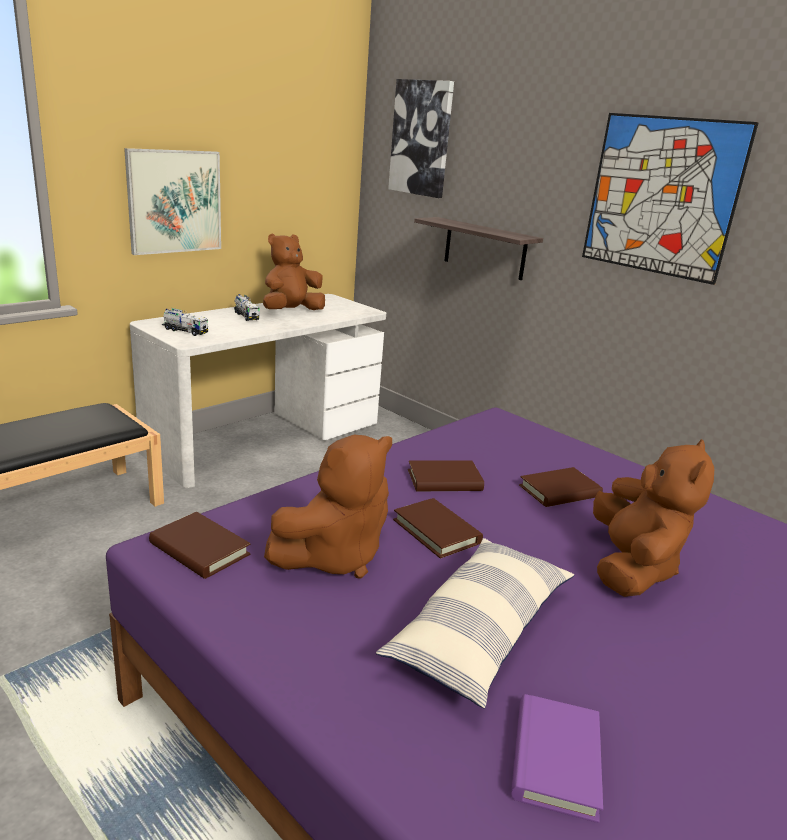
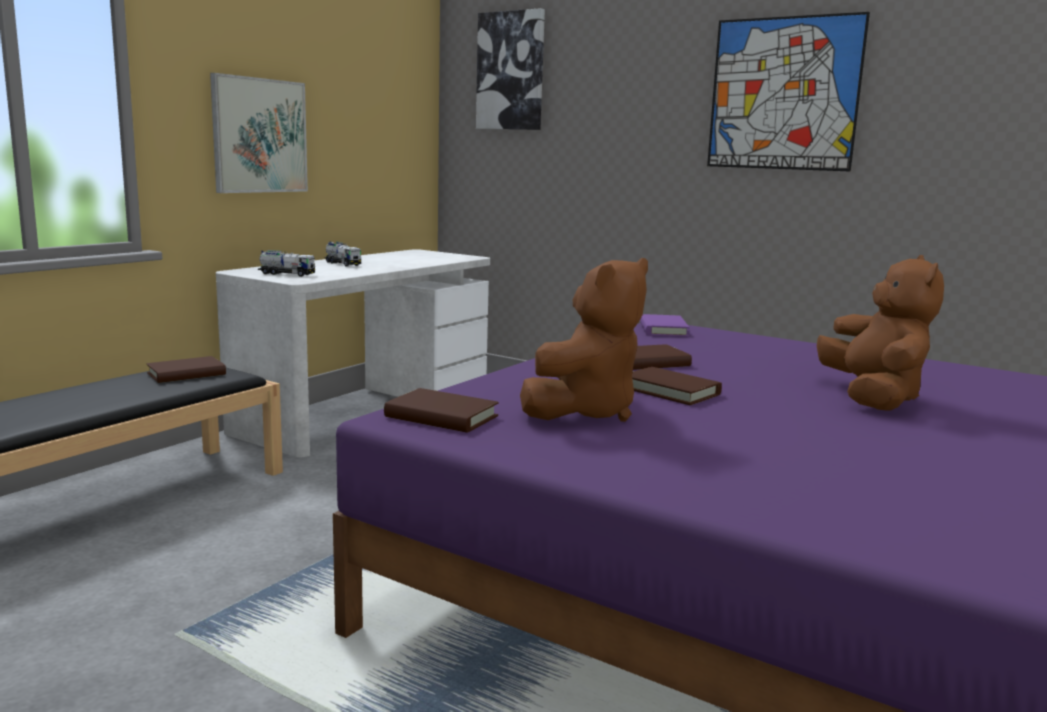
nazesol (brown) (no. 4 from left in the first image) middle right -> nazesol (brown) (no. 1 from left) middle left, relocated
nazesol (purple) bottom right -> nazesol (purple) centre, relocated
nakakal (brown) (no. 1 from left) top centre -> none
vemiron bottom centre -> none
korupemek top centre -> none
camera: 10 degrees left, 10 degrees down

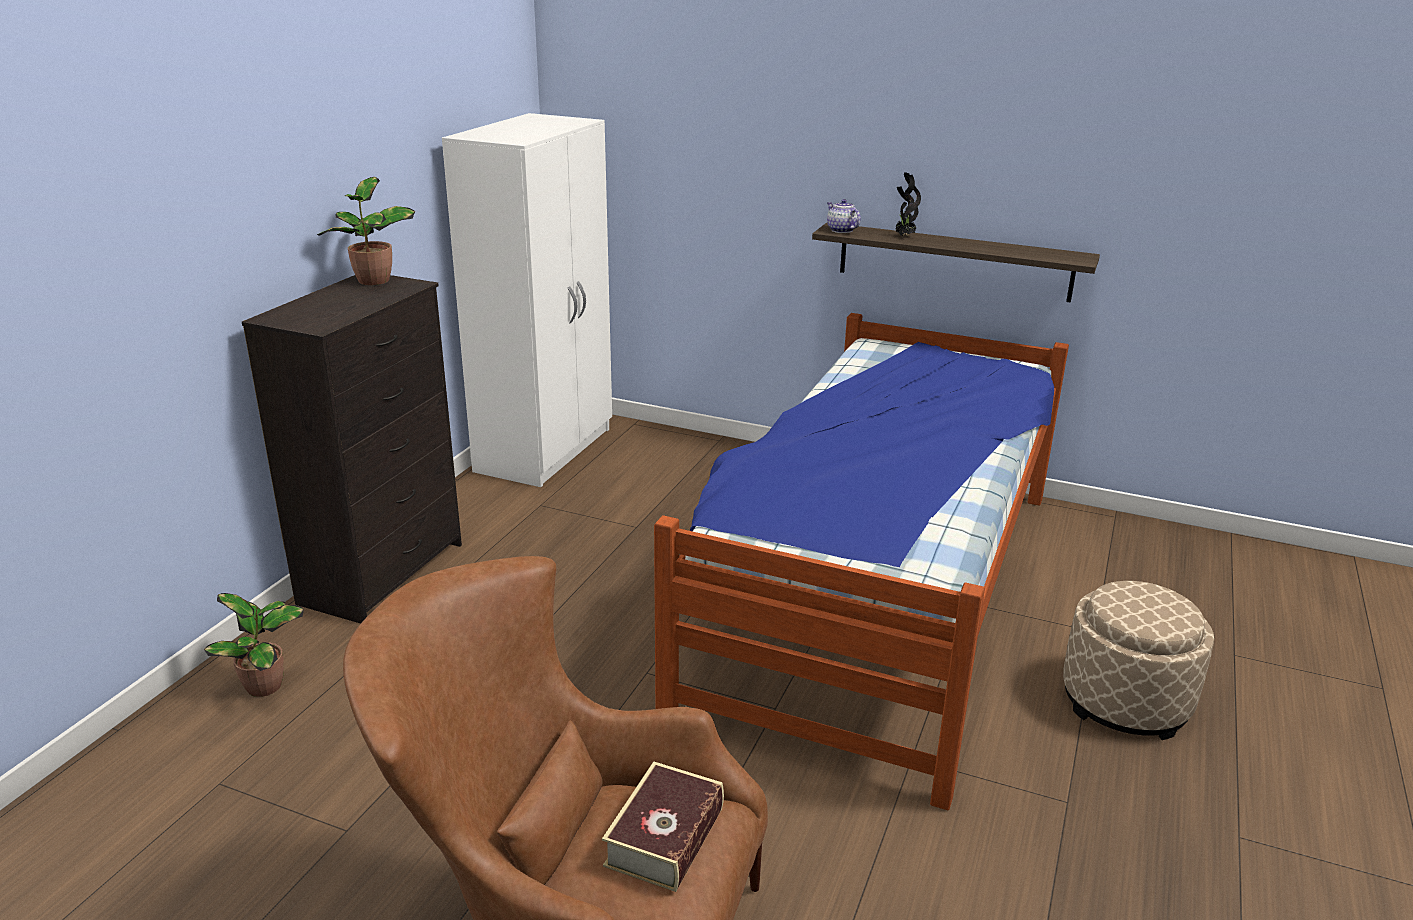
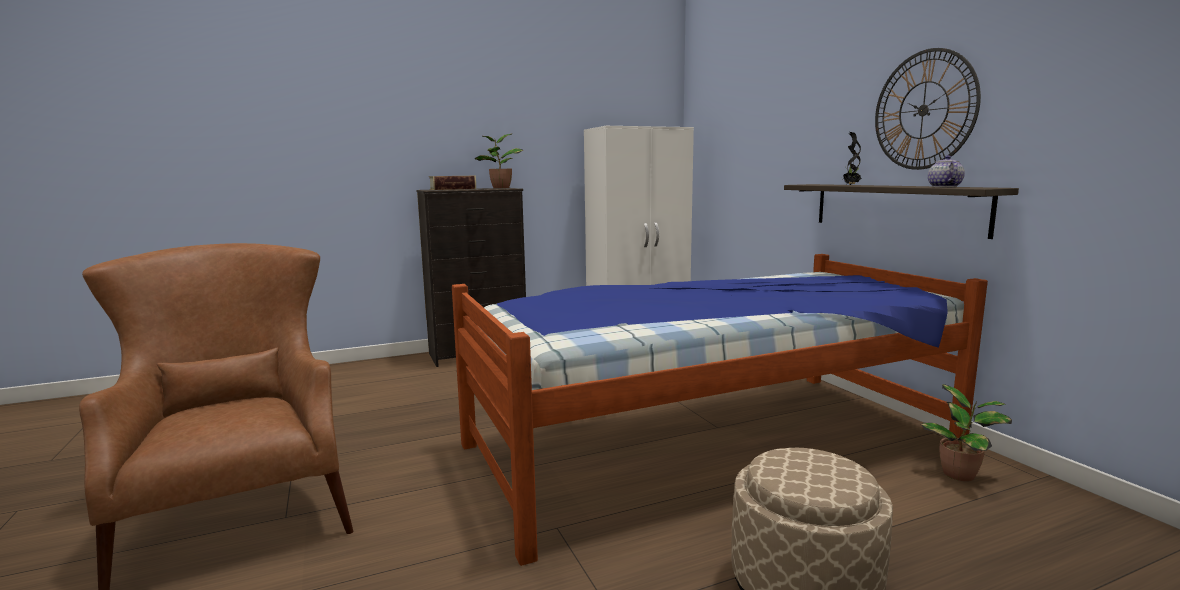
nazesol bottom centre -> nazesol top centre, relocated
none -> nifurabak top right
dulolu (no. 1 from left in the first image) bottom left -> dulolu (no. 3 from left) bottom right, relocated
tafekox top centre -> tafekox top right, relocated
camera: 45 degrees right, 15 degrees down

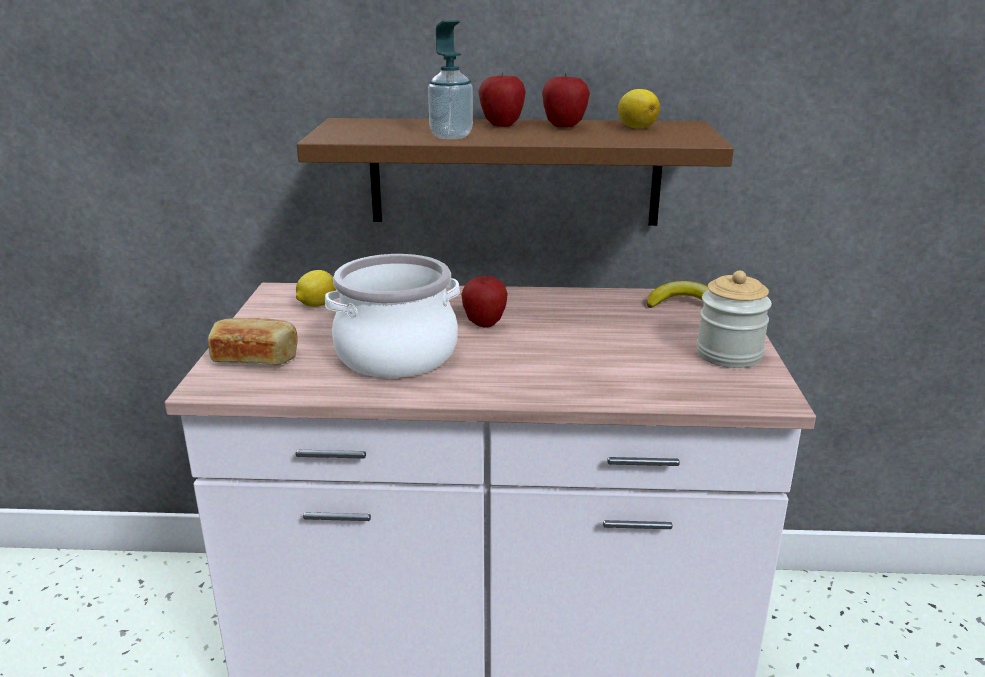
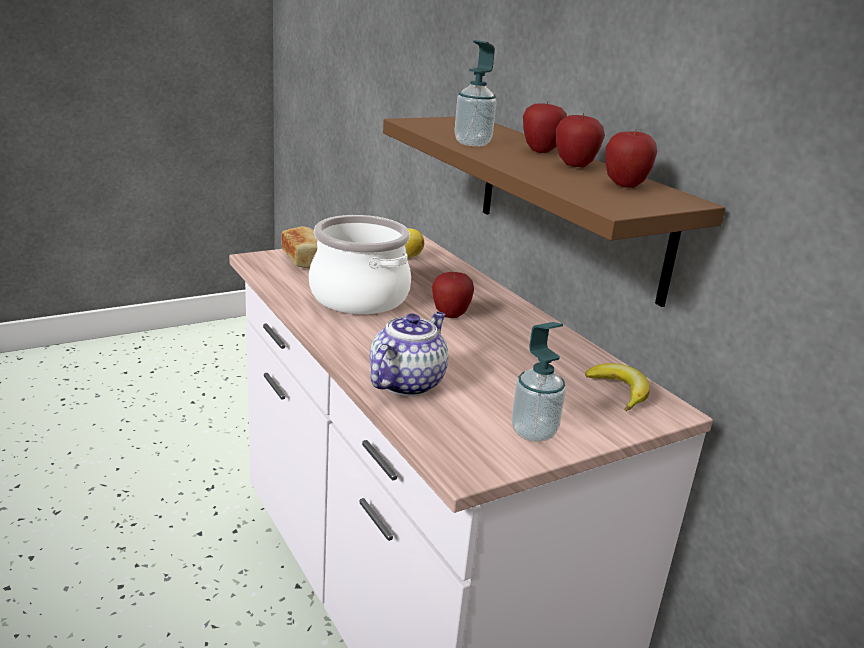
none -> tafekox centre
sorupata middle right -> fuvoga (no. 2 from left) centre
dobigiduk (no. 2 from left) top centre -> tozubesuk (no. 4 from left) top right
camera: 55 degrees right, 0 degrees up

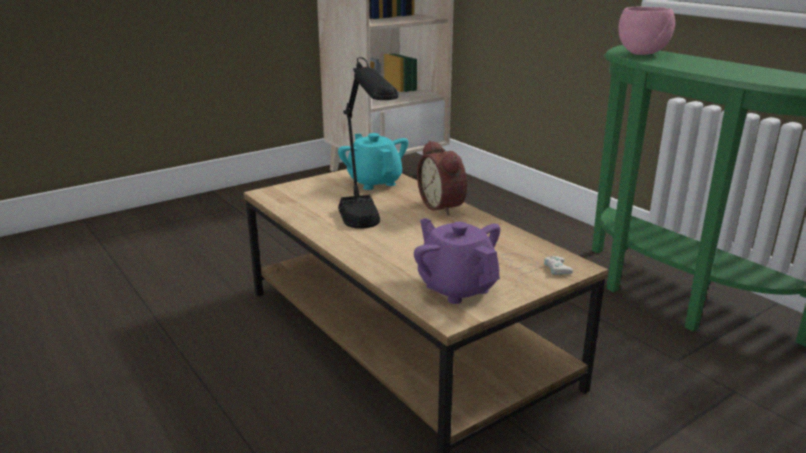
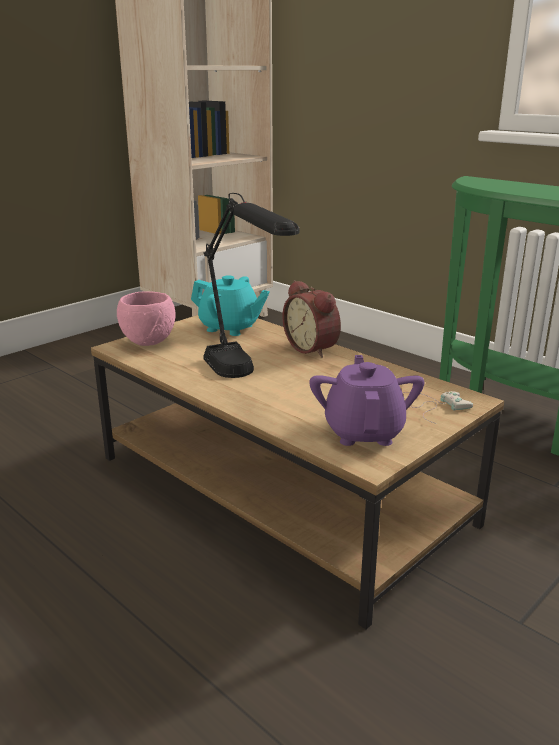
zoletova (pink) top right -> zoletova (pink) middle left, relocated
tafekox (turquoise) centre, 150 degrees clockwise
tafekox (purple) centre, 45 degrees clockwise
camera: 10 degrees left, 0 degrees up

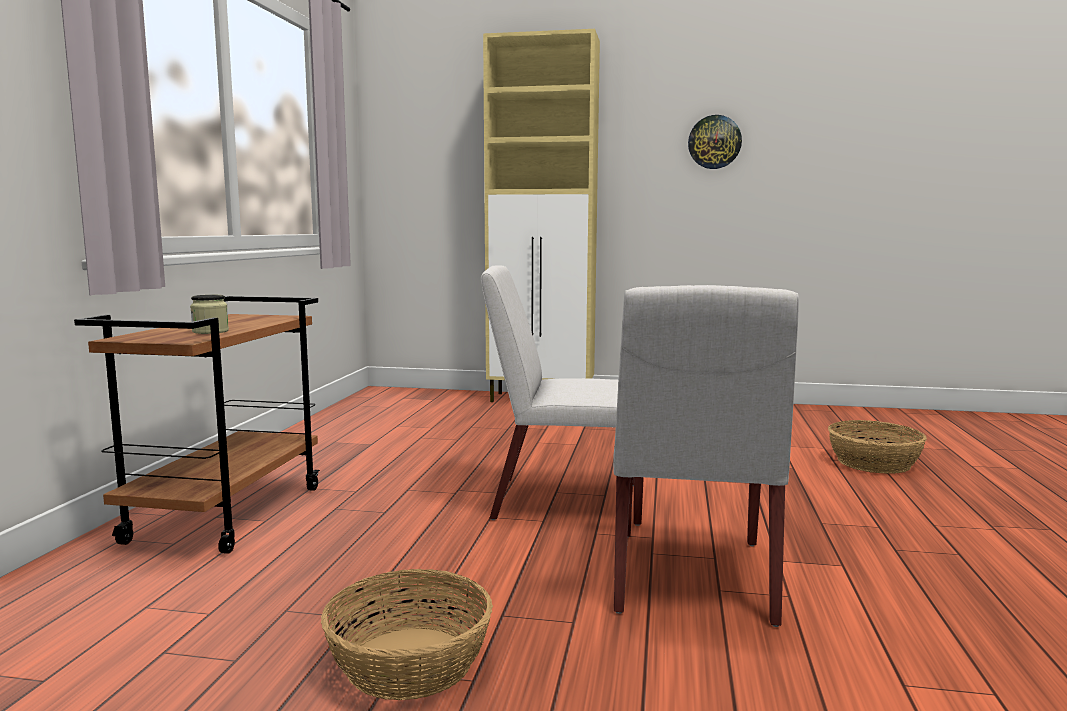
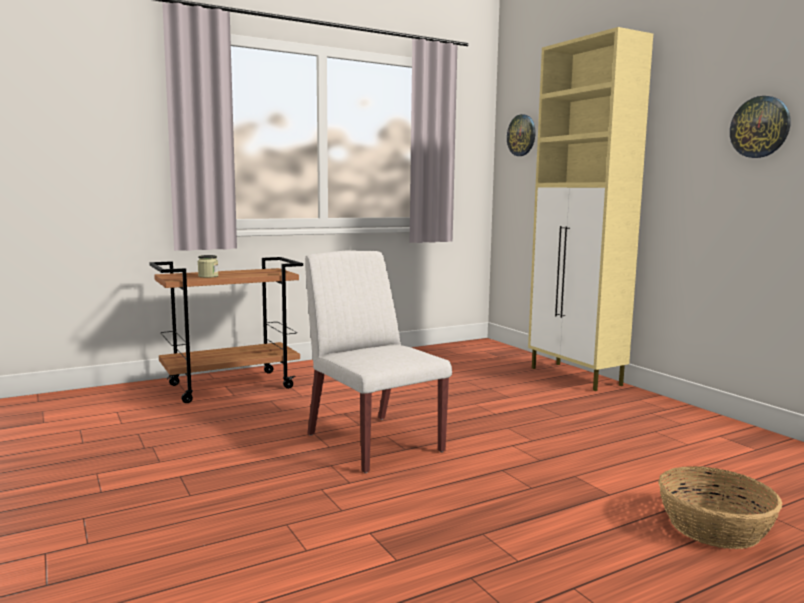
none -> nifurabak (no. 1 from left) top centre
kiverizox (no. 1 from left) bottom centre -> none
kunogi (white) (no. 2 from left) centre -> none
camera: 50 degrees right, 0 degrees up

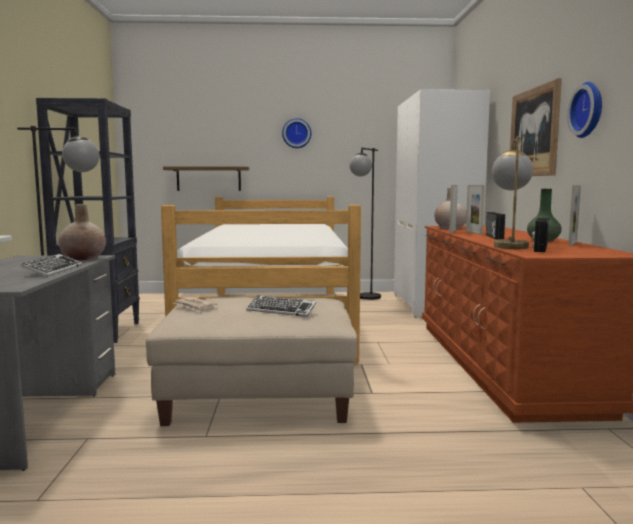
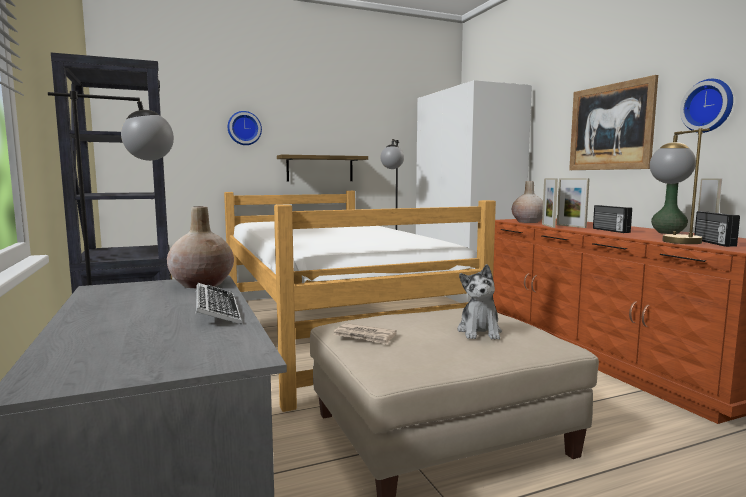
nifurabak (no. 1 from left) top centre -> nifurabak (no. 1 from left) top left, relocated
korupemek middle left -> korupemek centre, relocated
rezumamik (no. 2 from left) centre -> nakakal centre
camera: 20 degrees left, 0 degrees up

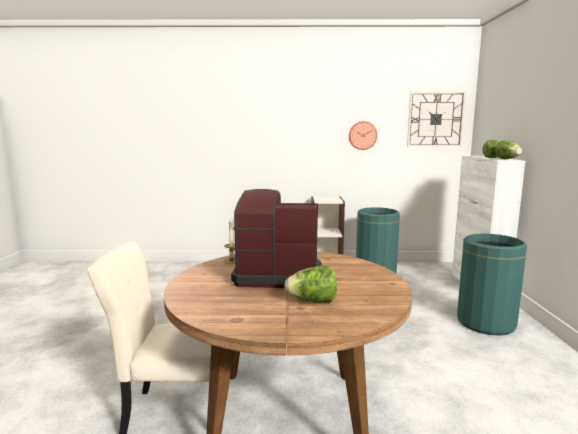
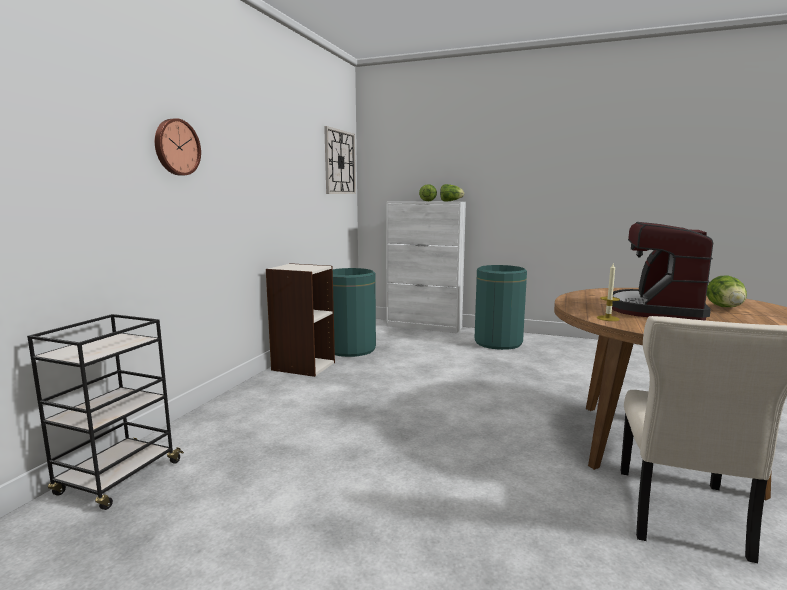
none -> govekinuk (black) bottom left
nifurabak (no. 1 from left) top centre -> nifurabak (no. 1 from left) top left, relocated
camera: 70 degrees left, 0 degrees up

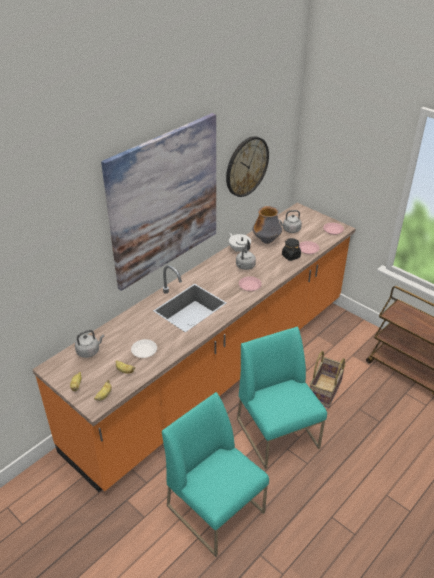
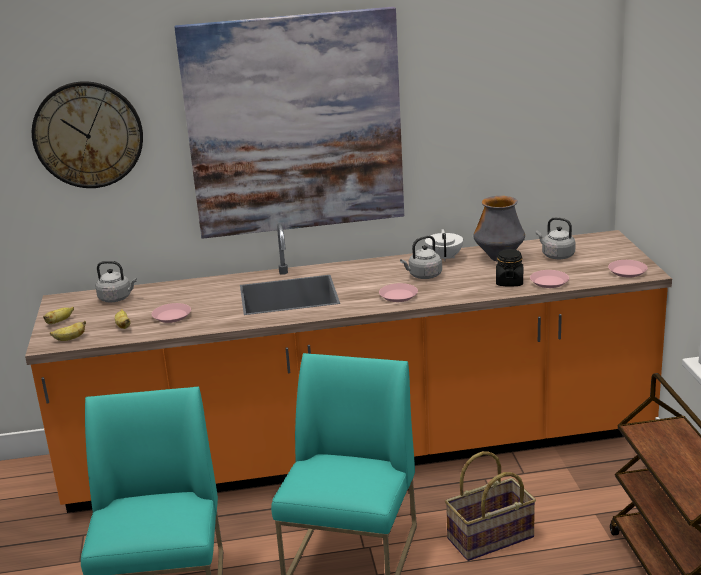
nifurabak top centre -> nifurabak top left, relocated
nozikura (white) middle left -> nozikura (pink) (no. 1 from left) middle left
camera: 40 degrees right, 15 degrees down

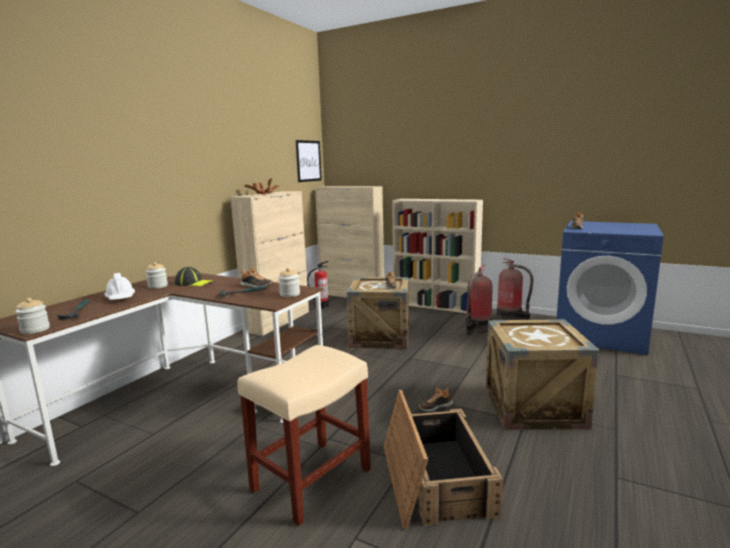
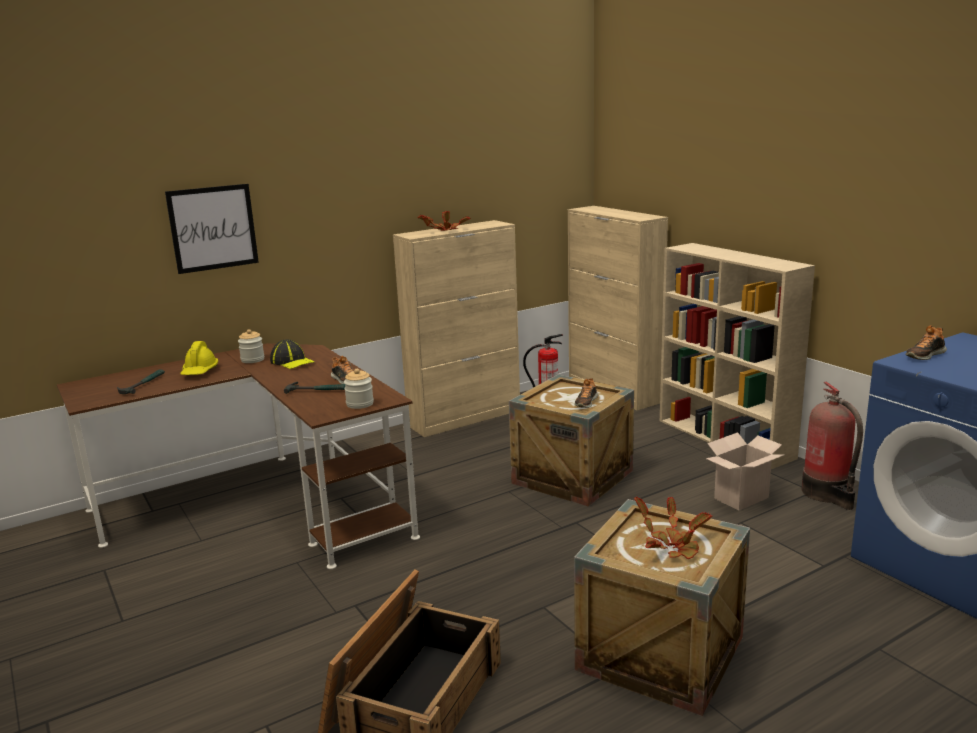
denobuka top centre -> denobuka top left, relocated
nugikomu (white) middle left -> nugikomu (yellow) middle left
none -> dulolu (no. 2 from left) bottom right
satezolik (no. 2 from left) centre -> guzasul middle right
sorupata (no. 1 from left) middle left -> none
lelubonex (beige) bottom centre -> none
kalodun (no. 3 from left) bottom centre -> none
camera: 30 degrees right, 5 degrees up

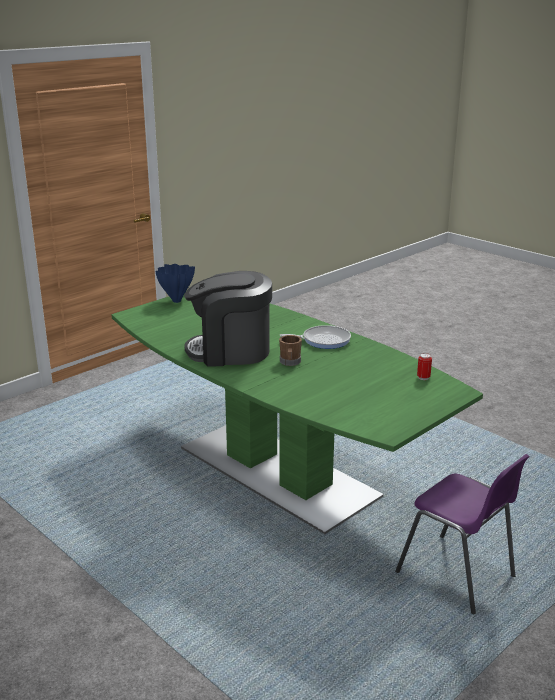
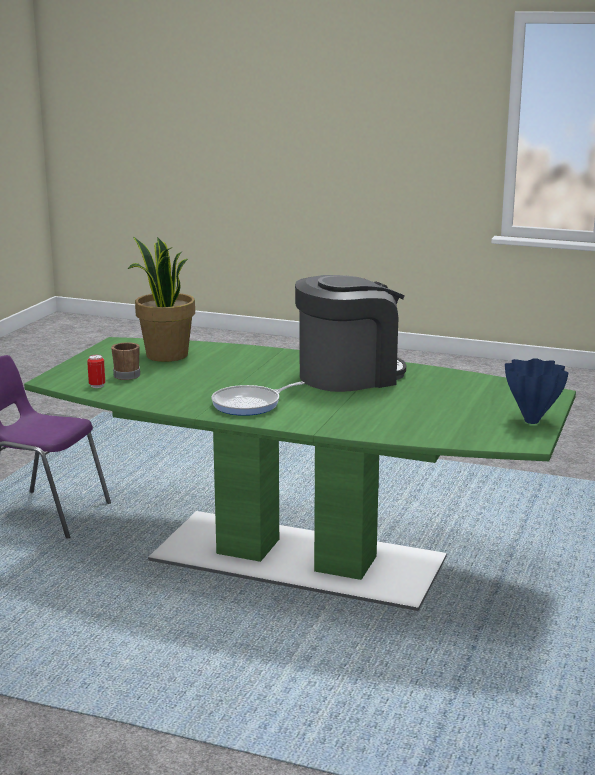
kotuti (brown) centre -> kotuti (brown) middle left, relocated
none -> dulolu middle left
camera: 155 degrees right, 5 degrees down

